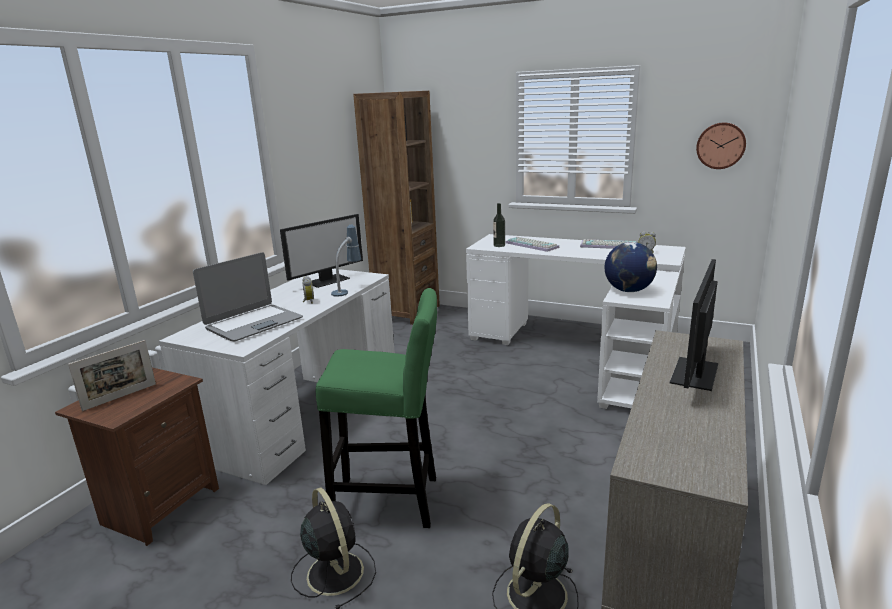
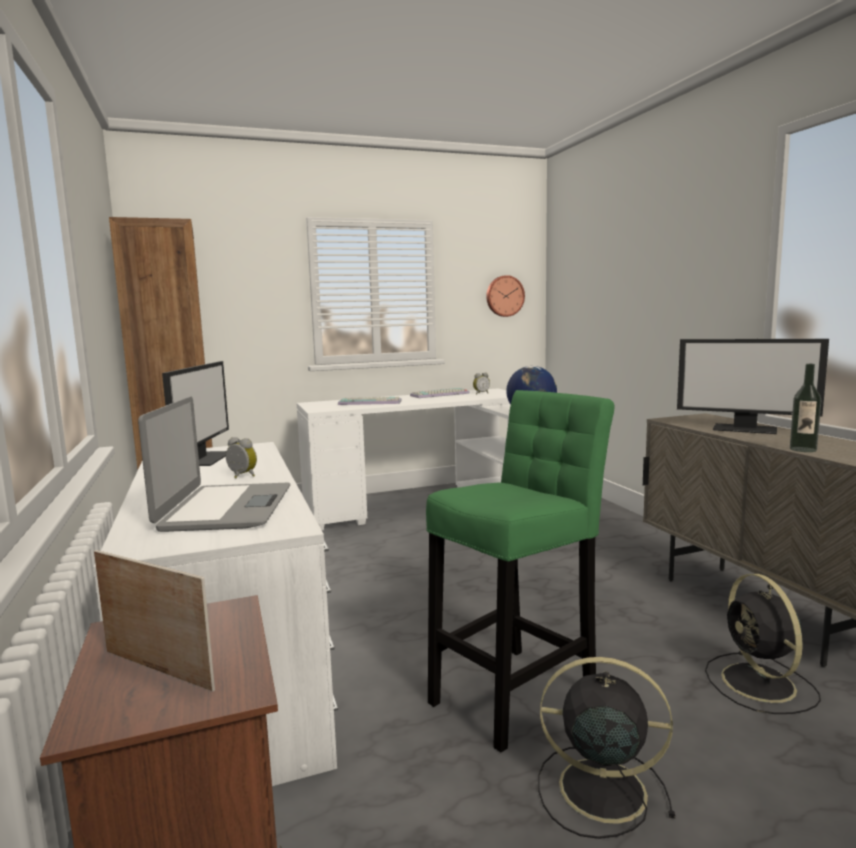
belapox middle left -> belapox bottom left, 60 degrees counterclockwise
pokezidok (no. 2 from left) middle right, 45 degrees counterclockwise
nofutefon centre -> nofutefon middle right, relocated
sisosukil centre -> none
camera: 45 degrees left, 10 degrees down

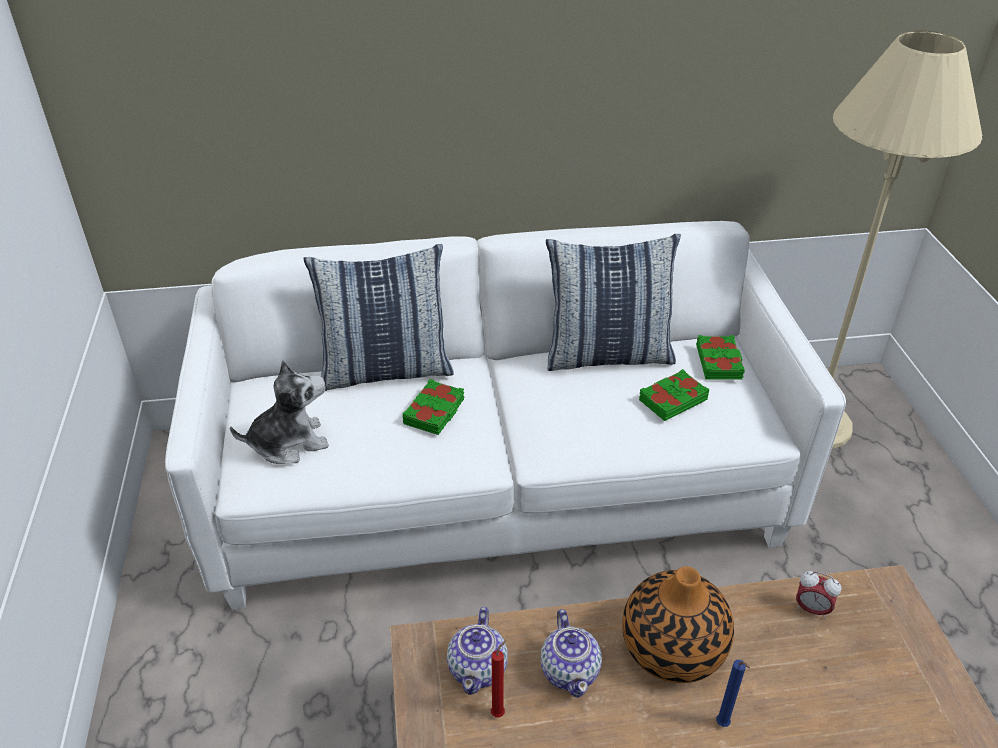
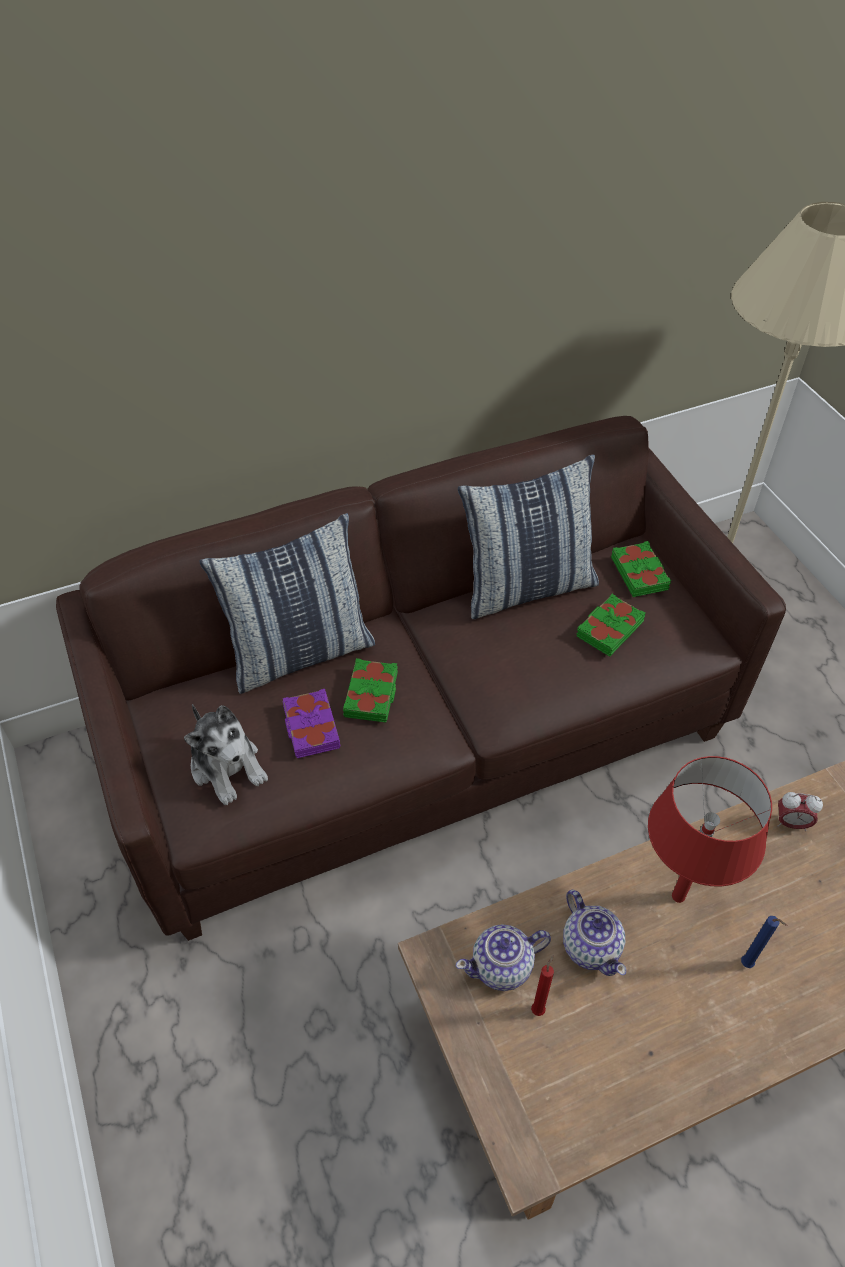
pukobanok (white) centre -> pukobanok (brown) centre
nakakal middle left, 90 degrees clockwise
none -> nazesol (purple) centre
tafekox (no. 1 from left) bottom centre, 75 degrees clockwise
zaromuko bottom right -> sisosukil (red) middle right
camera: 15 degrees left, 10 degrees up

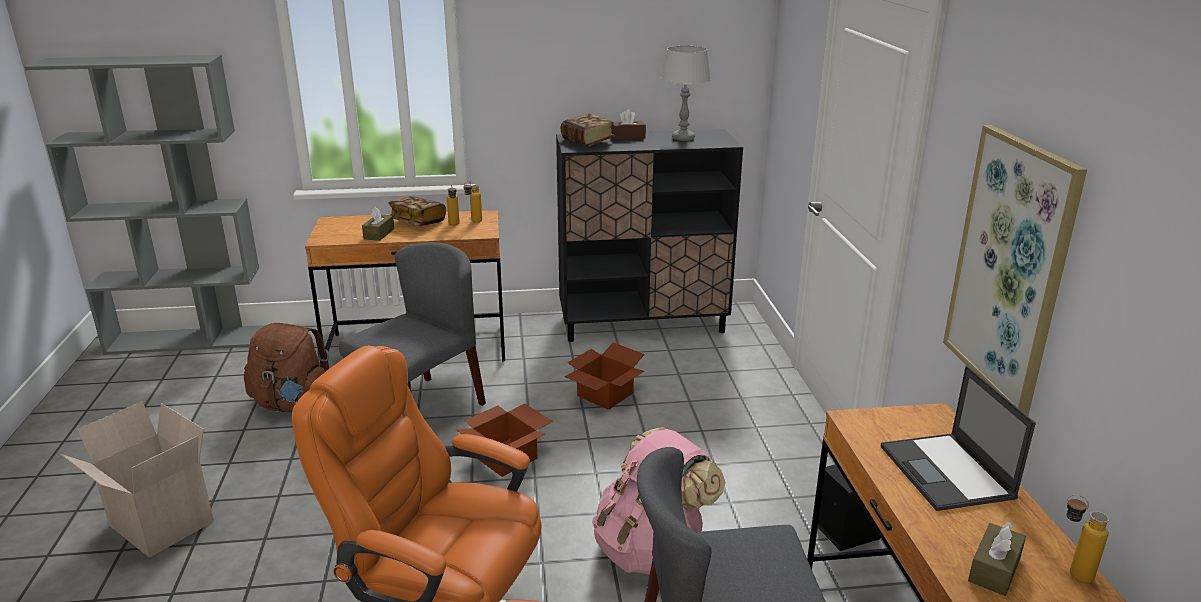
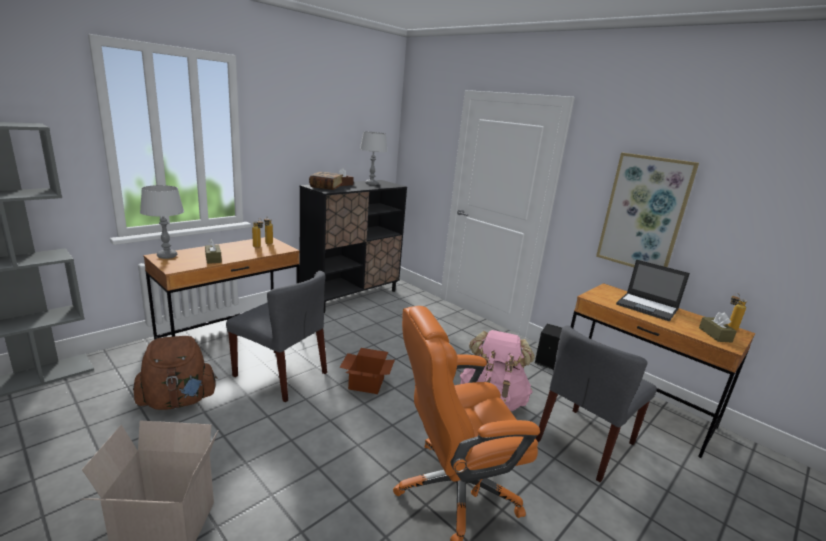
none -> sisosukil (grey) (no. 1 from left) middle left
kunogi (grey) (no. 1 from left) centre, 120 degrees clockwise
nazesol (no. 1 from left) centre -> none
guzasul (no. 3 from left) centre -> none
camera: 40 degrees left, 5 degrees down

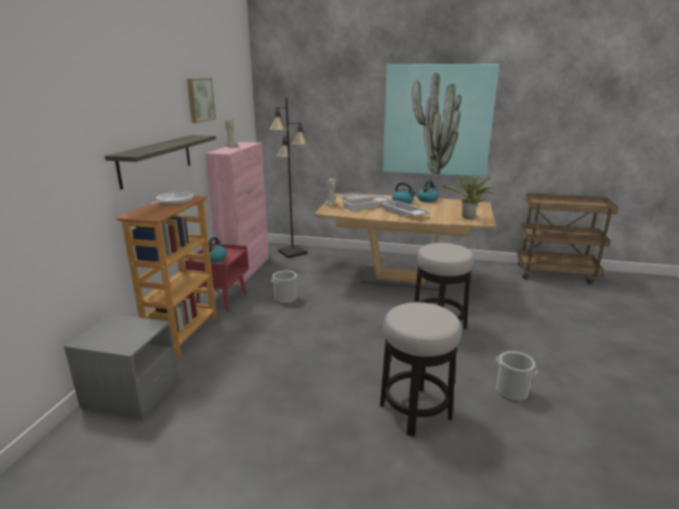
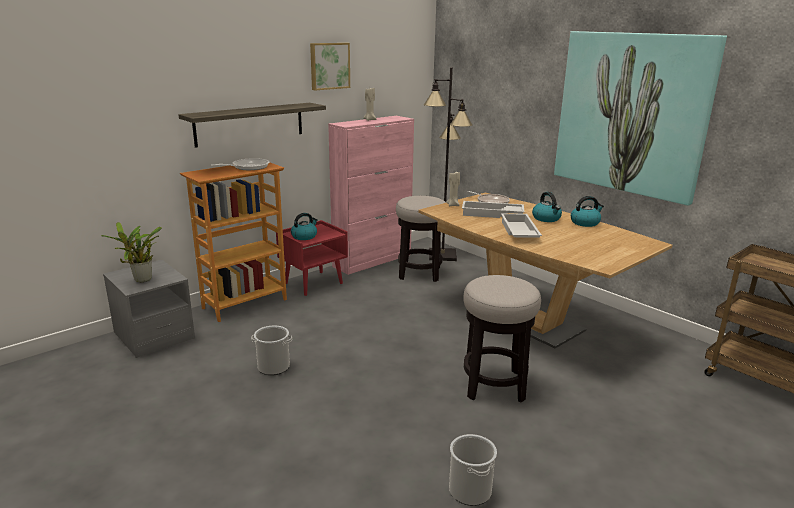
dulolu middle right -> dulolu middle left, relocated
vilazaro (no. 1 from left) centre -> vilazaro (no. 1 from left) bottom centre, relocated
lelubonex (no. 1 from left) bottom centre -> lelubonex (no. 1 from left) centre, relocated
camera: 35 degrees right, 0 degrees up

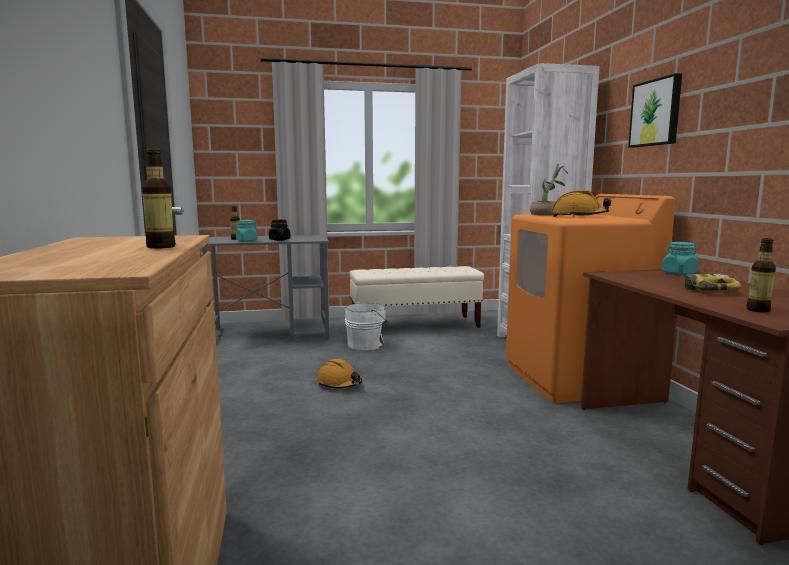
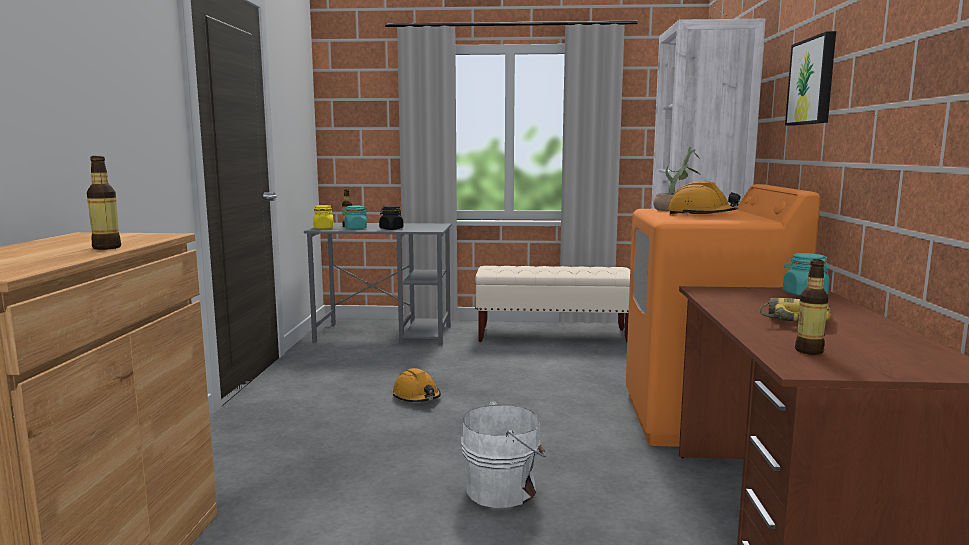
none -> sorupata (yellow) centre
vilazaro (white) centre -> vilazaro (white) bottom centre, relocated
camera: 15 degrees right, 0 degrees up

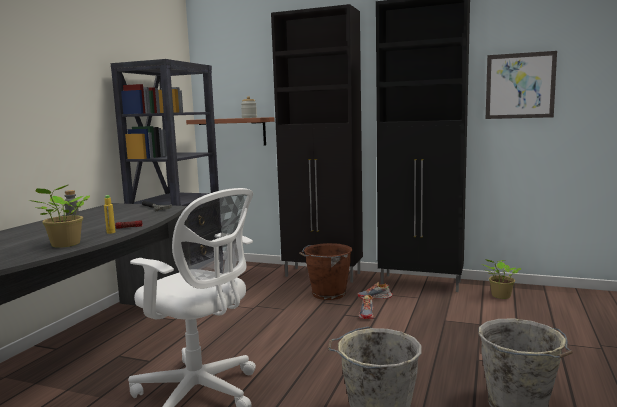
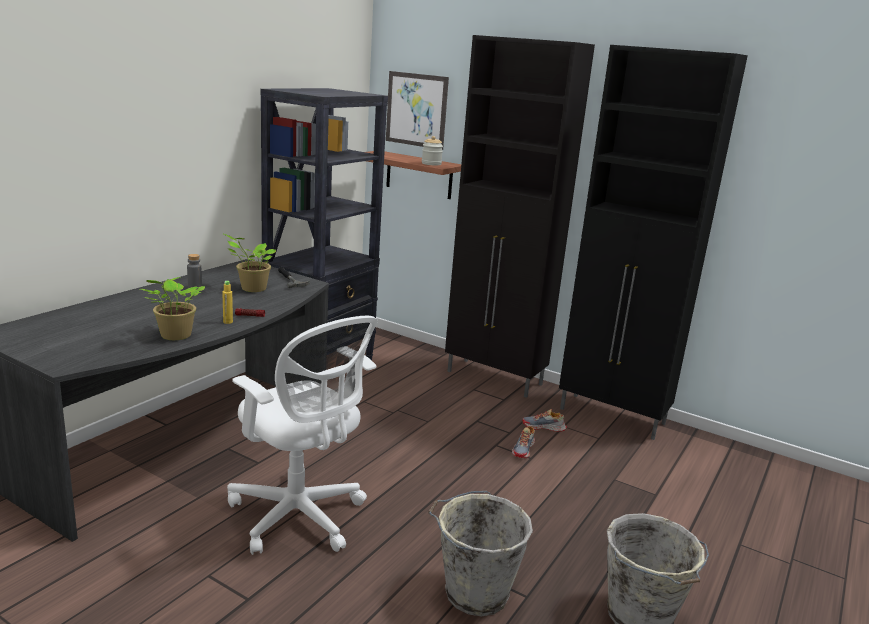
dulolu (no. 2 from left) bottom right -> dulolu (no. 2 from left) middle left, relocated
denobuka top right -> denobuka top centre, relocated
vilazaro (brown) centre -> none
camera: 10 degrees right, 10 degrees up

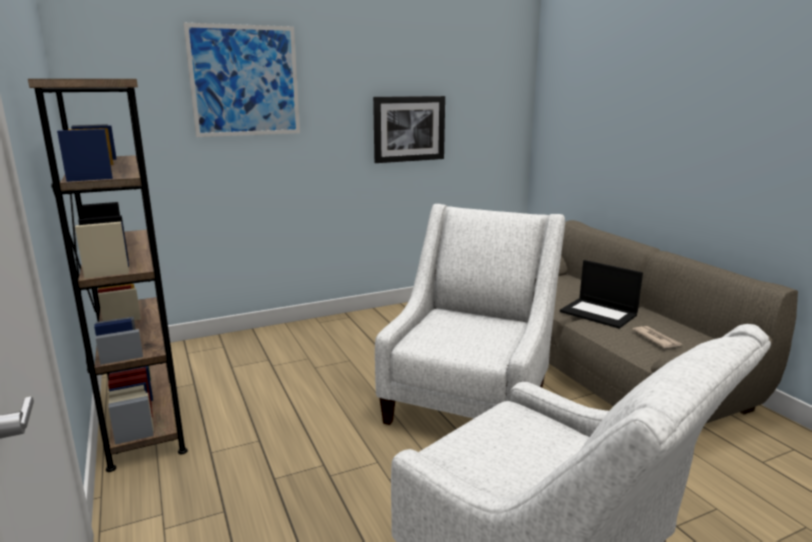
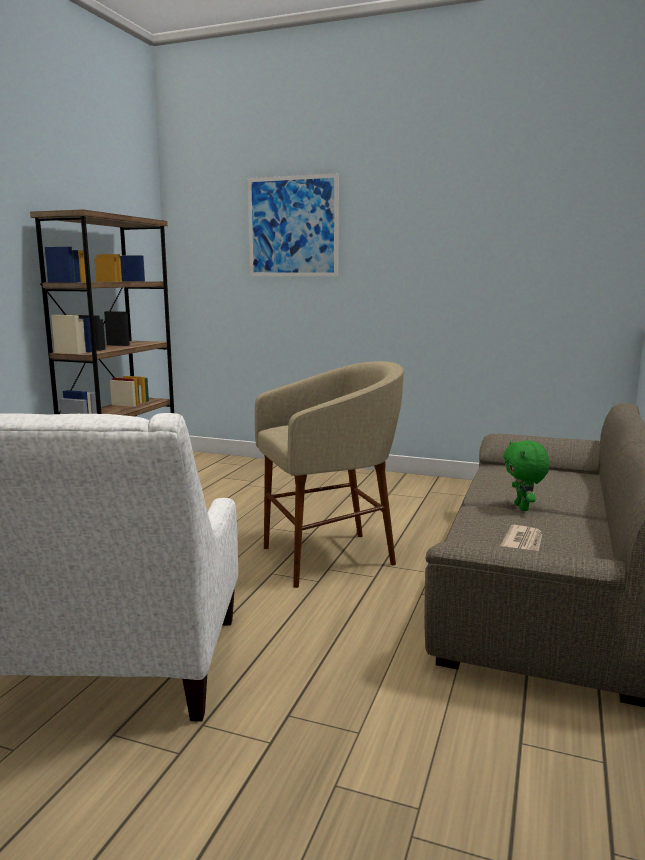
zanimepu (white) (no. 1 from left) centre -> lelubonex (beige) centre
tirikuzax middle right -> nakakal (green) middle right
denobuka (no. 2 from left) top centre -> none
camera: 45 degrees right, 5 degrees down

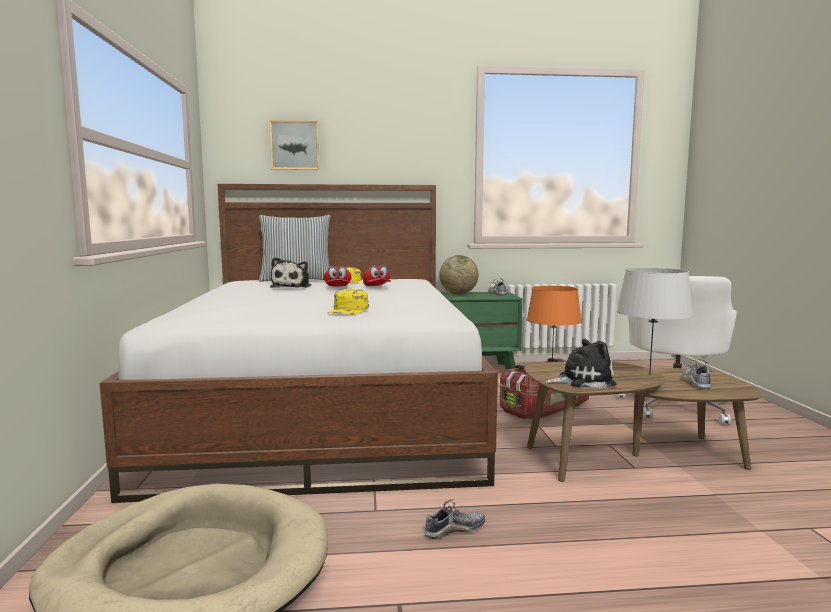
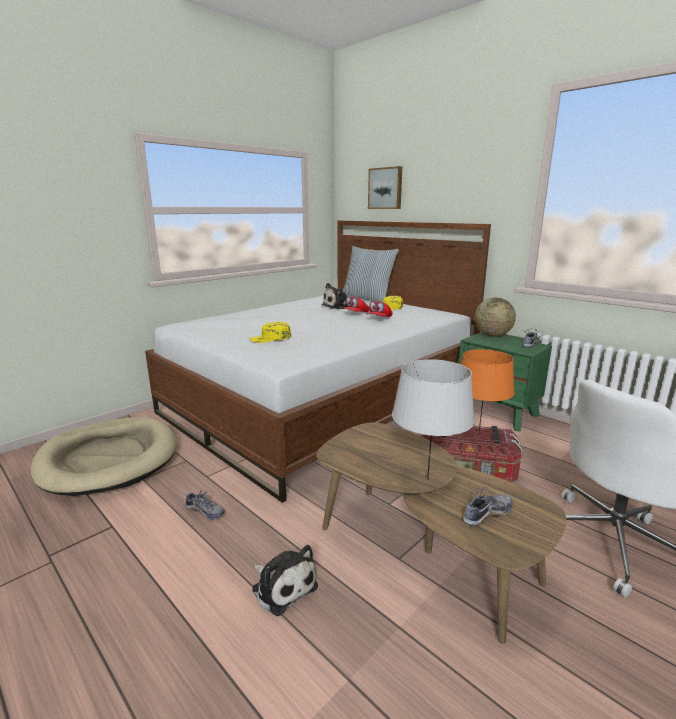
nakakal (no. 2 from left in the first image) middle right -> nakakal (no. 1 from left) bottom centre, relocated
camera: 50 degrees right, 10 degrees up

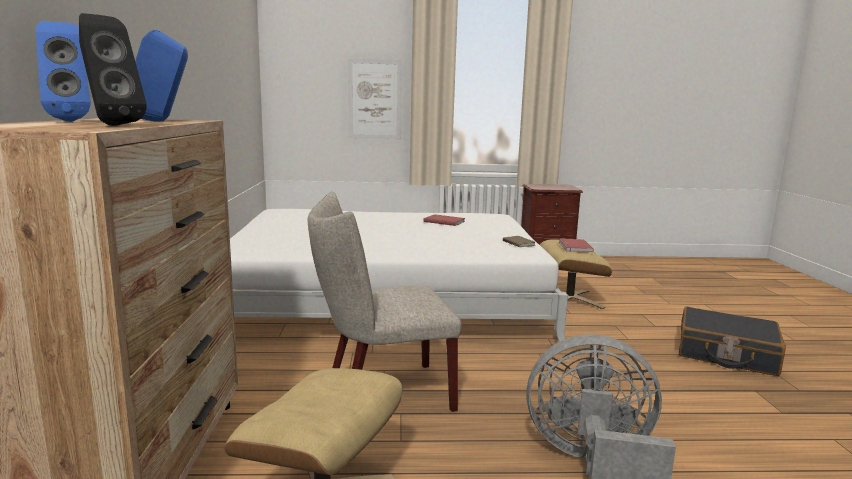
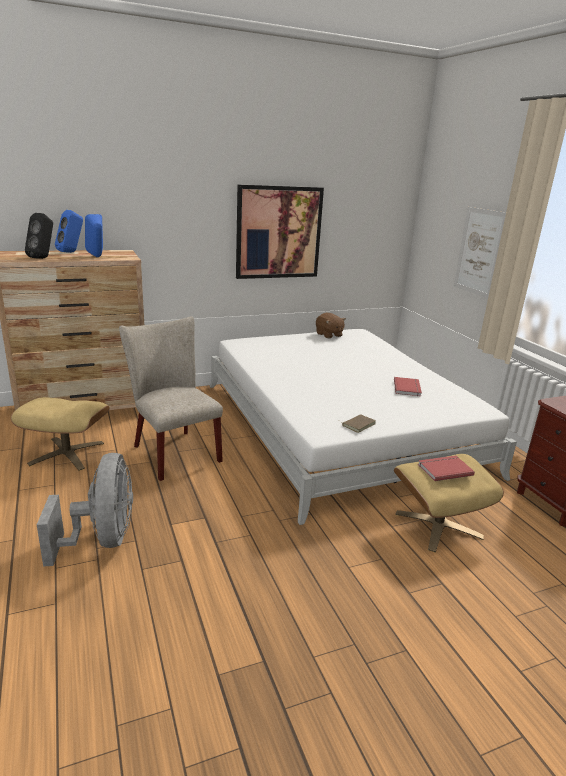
none -> denobuka (no. 1 from left) top centre
none -> nakakal (brown) centre
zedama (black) bottom right -> none
camera: 70 degrees right, 10 degrees up

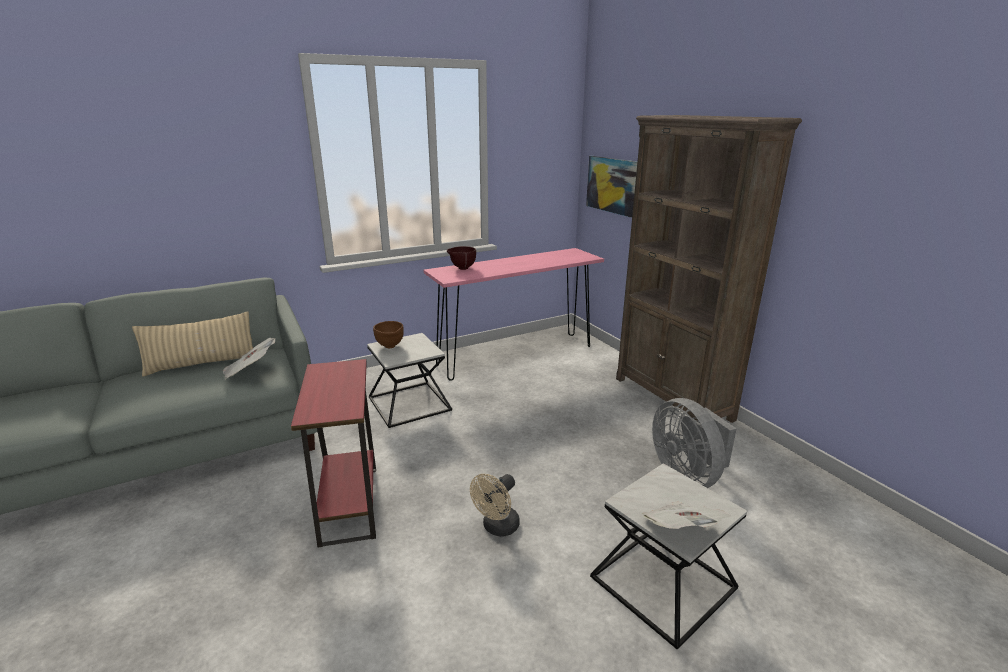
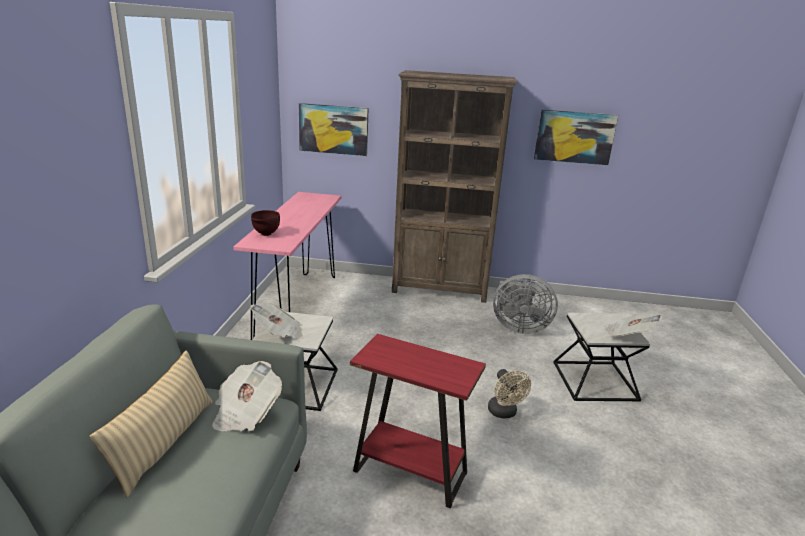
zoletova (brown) (no. 1 from left) centre -> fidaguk (no. 2 from left) centre
none -> denobuka (no. 2 from left) top right
camera: 55 degrees left, 0 degrees up

